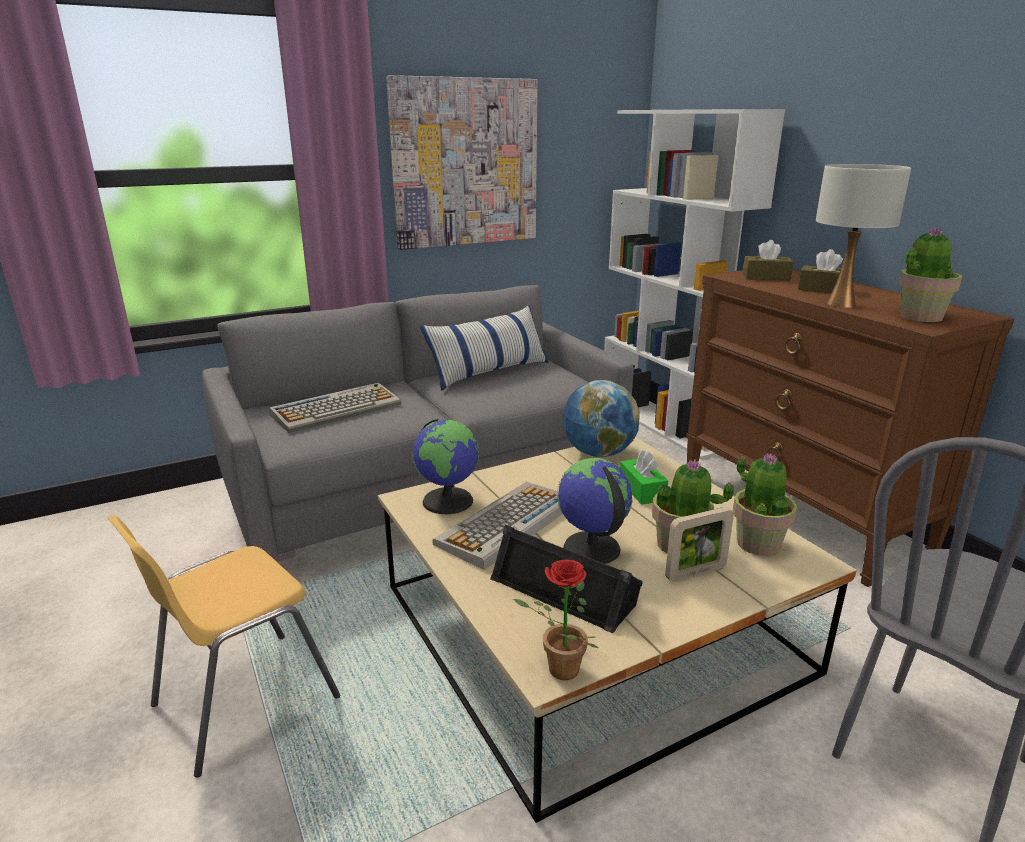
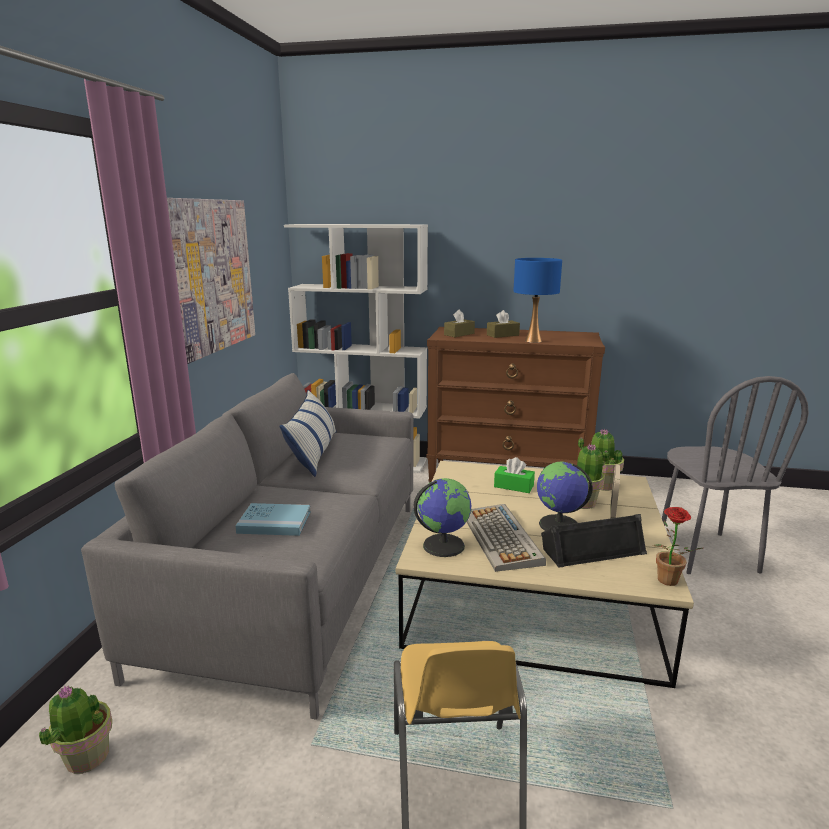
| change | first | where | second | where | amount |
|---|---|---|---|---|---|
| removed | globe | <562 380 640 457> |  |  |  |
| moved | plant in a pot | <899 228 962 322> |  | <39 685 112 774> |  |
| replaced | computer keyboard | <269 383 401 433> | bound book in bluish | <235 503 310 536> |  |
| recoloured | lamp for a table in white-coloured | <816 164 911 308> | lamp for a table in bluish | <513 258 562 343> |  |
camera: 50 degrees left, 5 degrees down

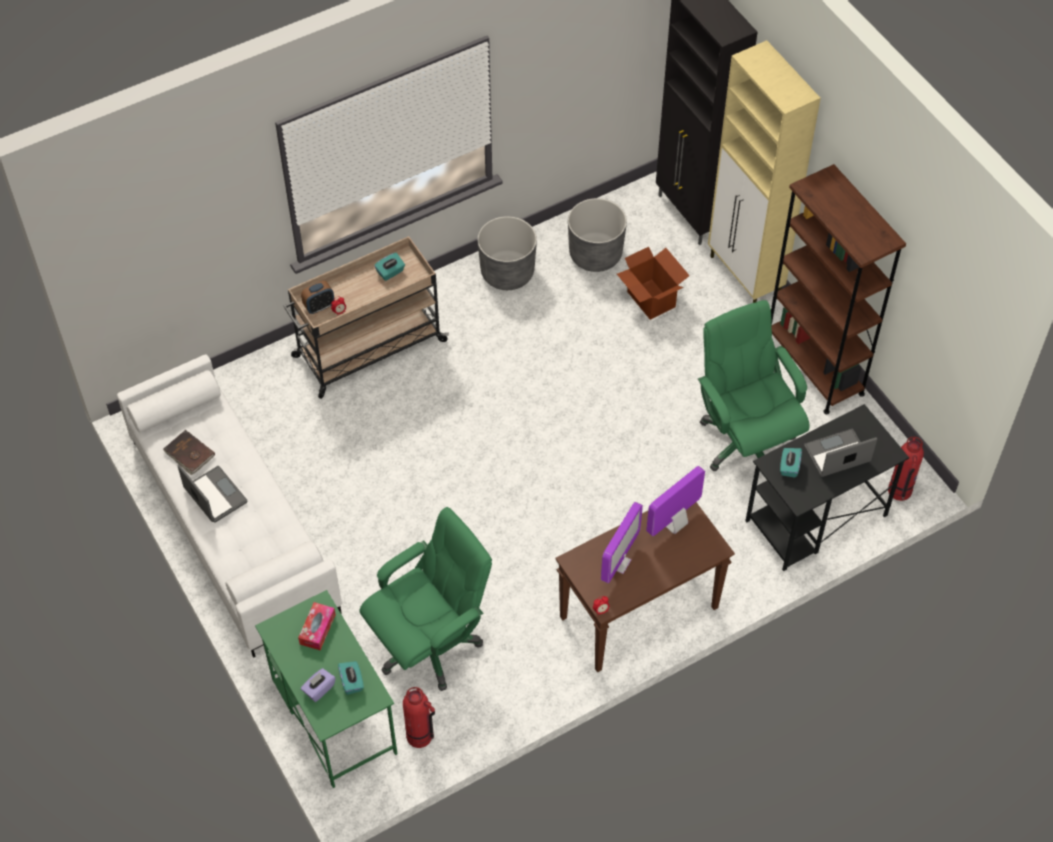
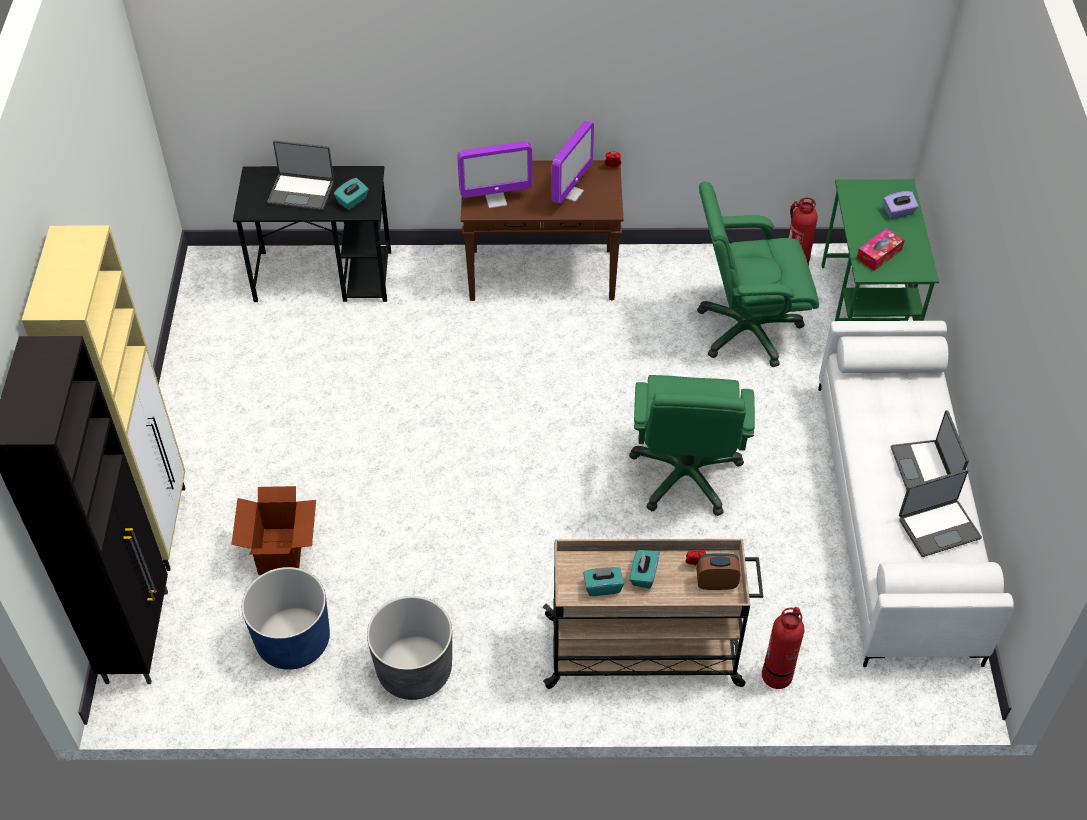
| change | first | where | second | where | amount |
|---|---|---|---|---|---|
| removed | bookcase in brown | <771 164 906 414> |  |  |  |
| moved | box of tissues in turquoise-coloured | <338 661 364 695> |  | <630 550 660 589> |  |
| moved | computer chair in greenish | <698 300 809 471> |  | <629 375 755 516> |  |
| moved | extinguisher | <888 437 924 501> |  | <762 607 804 689> |  |
| replaced | bound book in brown | <163 430 215 475> | notebook computer | <899 469 982 557> |  |
| recoloured | flower pot in grey | <568 198 627 272> | flower pot in bluish | <242 567 330 670> |  |
| turned | monitor | <601 502 643 583> |  | <552 120 594 204> | 150 degrees clockwise |
camera: 150 degrees left, 5 degrees down

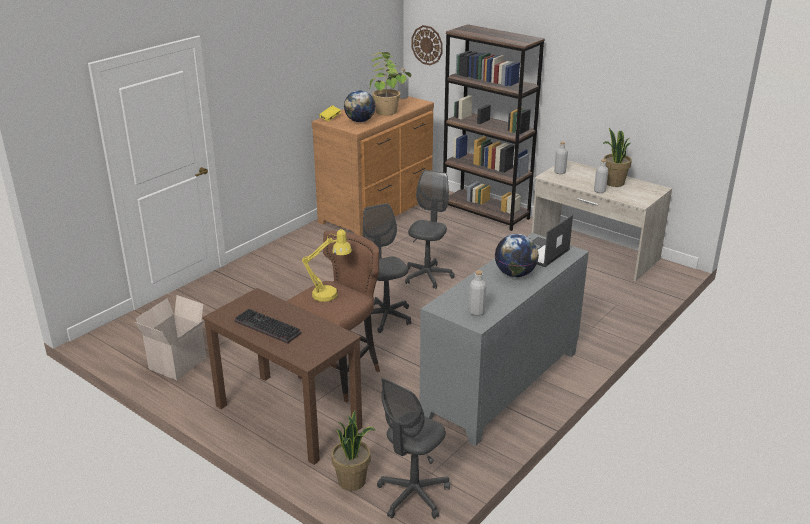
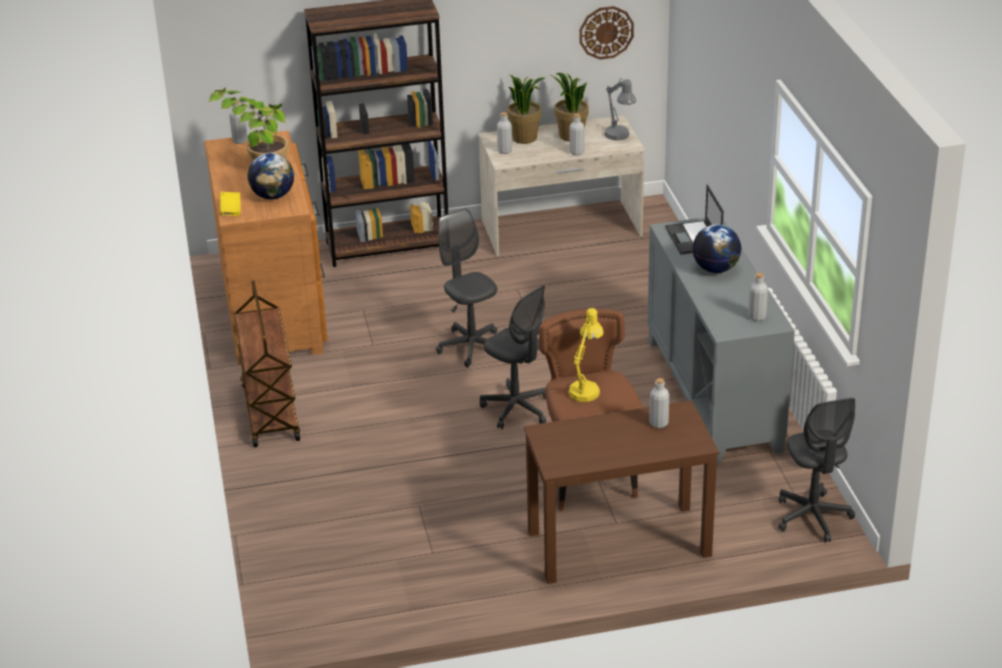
| change | first | where | second | where | amount |
|---|---|---|---|---|---|
| removed | carton | <135 295 206 380> |  |  |  |
| removed | computer keyboard | <234 309 302 344> |  |  |  |
| added |  |  | cart in brown | <234 280 300 447> |  |
| added |  |  | lamp for a table in grey | <604 78 636 140> |  |
| added |  |  | bottle in grey | <649 378 669 428> |  |
| moved | plant in a pot | <331 411 376 491> |  | <507 74 545 144> |  |
| moved | clock on the wall | <411 25 443 65> |  | <580 6 634 60> |  |
| turned | computer chair in grey | <363 203 411 333> |  | <480 285 546 429> | 150 degrees counterclockwise |
camera: 50 degrees left, 5 degrees up

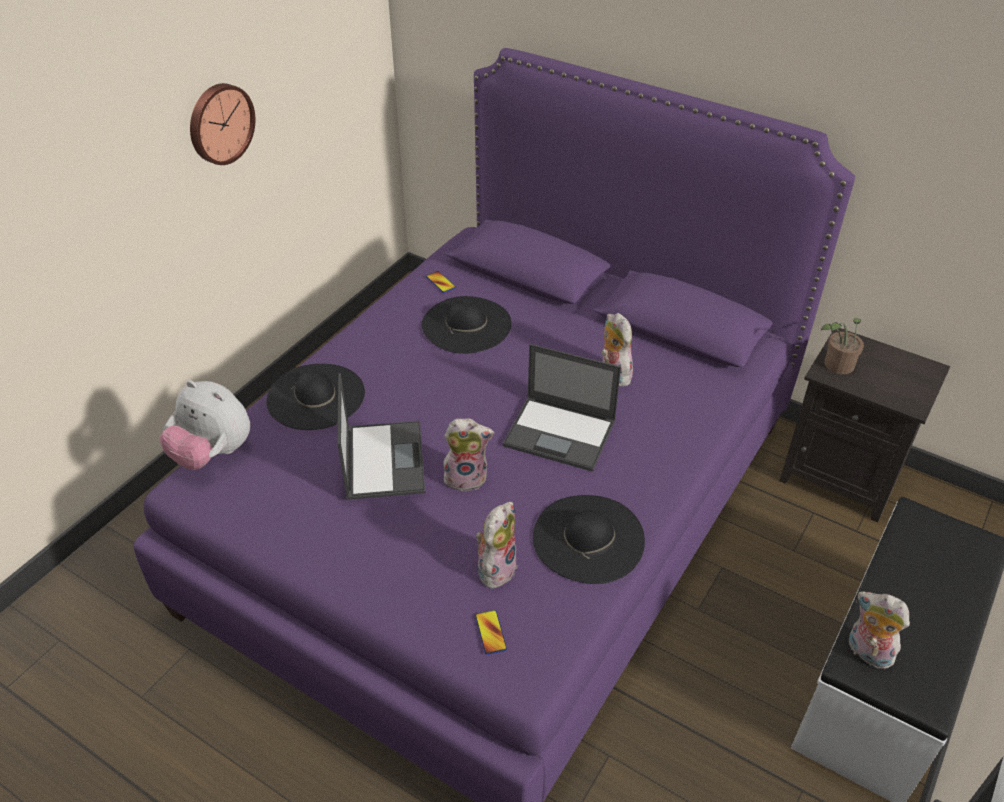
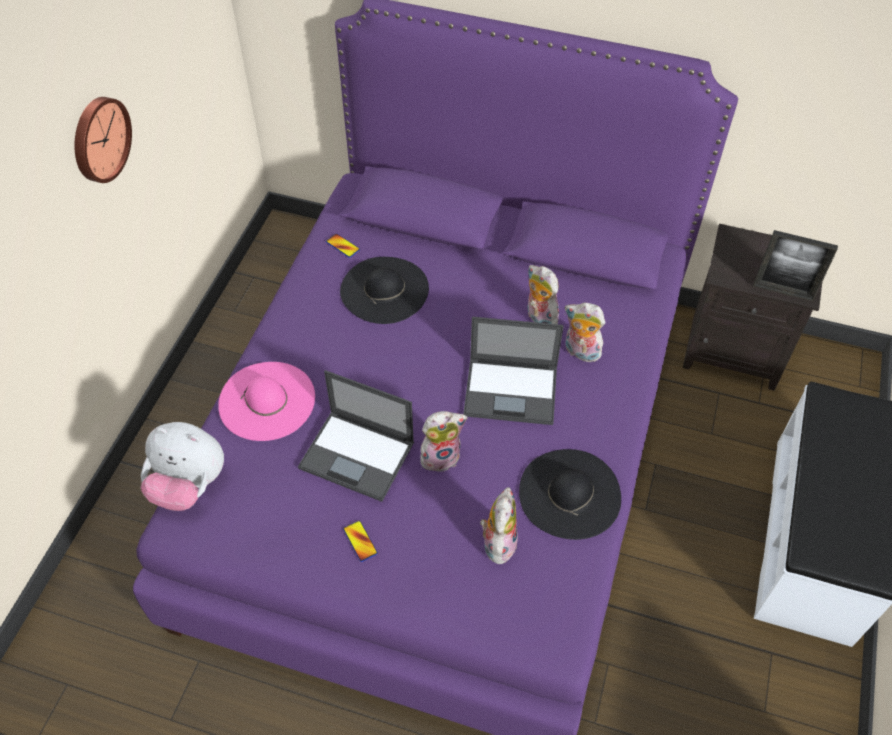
| change | first | where | second | where | amount |
|---|---|---|---|---|---|
| removed | plant in a pot | <821 318 864 374> |  |  |  |
| added |  |  | picture frame | <753 230 838 301> |  |
| moved | handset | <475 610 507 655> |  | <343 521 378 562> |  |
| moved | cuddly toy | <849 592 910 669> |  | <565 302 605 362> |  |
| recoloured | clothing hat in blackish | <266 364 365 430> | clothing hat in pink | <218 362 315 441> |  |
| turned | notebook computer | <337 373 425 500> |  | <298 370 414 502> | 135 degrees clockwise |
camera: 15 degrees left, 10 degrees up

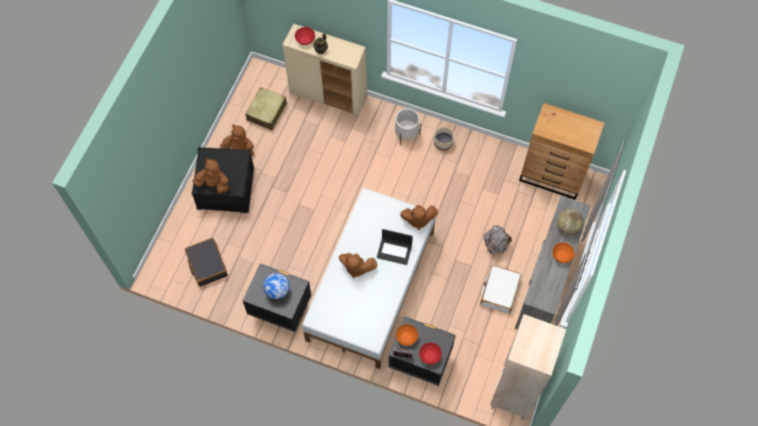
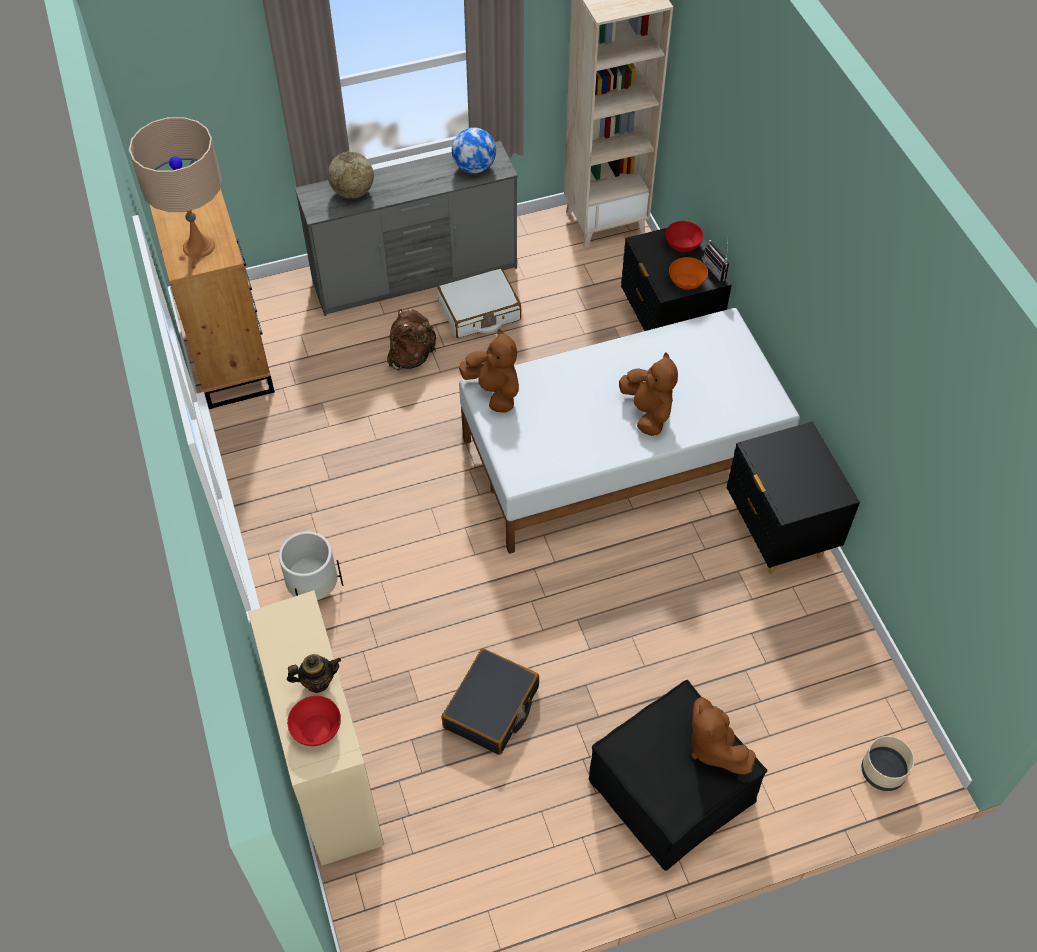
| change | first | where | second | where | amount |
|---|---|---|---|---|---|
| removed | cuddly toy in brown | <220 125 254 157> |  |  |  |
| removed | suitcase in beige-coloured | <245 87 287 130> |  |  |  |
| removed | notebook computer | <377 229 413 265> |  |  |  |
| removed | deep dish in orange | <552 243 575 263> |  |  |  |
| added |  |  | lamp for a table in beige-coloured | <129 117 222 258> |  |
| moved | suitcase in blackish | <185 238 228 287> |  | <441 648 539 755> |  |
| moved | globe | <263 273 289 299> |  | <452 127 496 173> |  |
| moved | flower pot in beige-coloured | <434 127 454 150> |  | <862 736 914 791> |  |
| recoloured | rucksack in grey | <484 225 512 255> | rucksack in brown | <387 309 436 371> |  |
camera: 130 degrees left, 10 degrees down

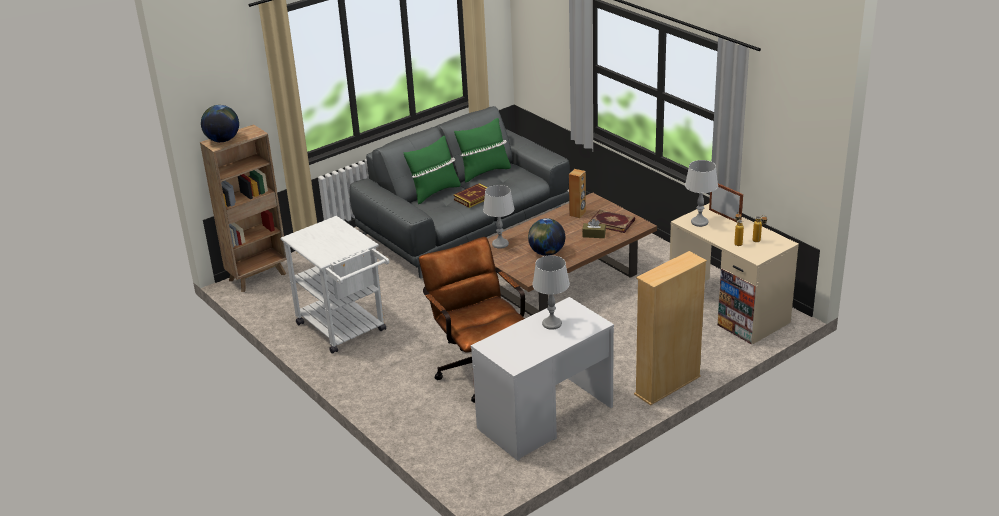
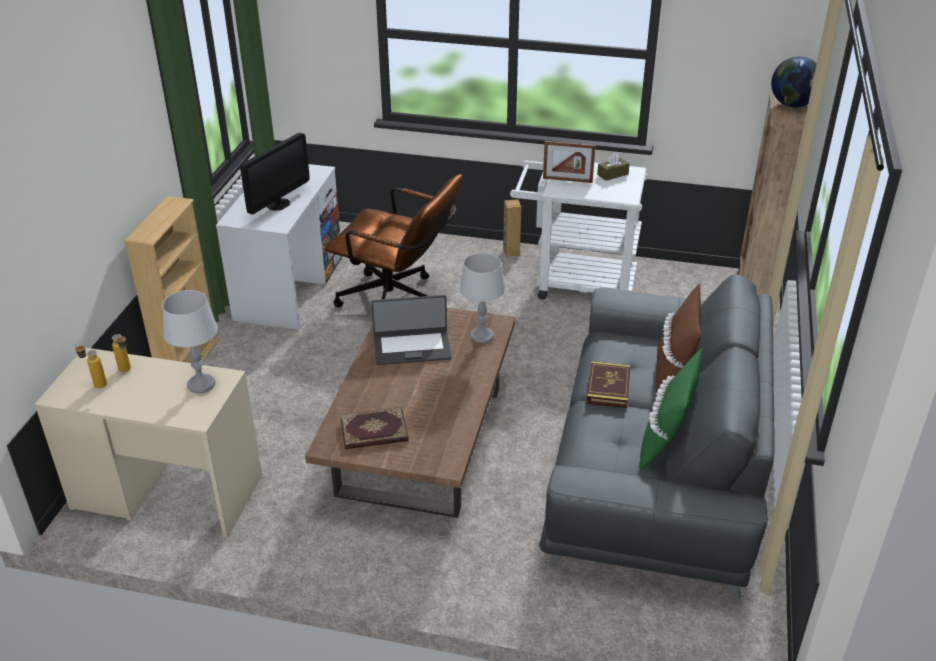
| change | first | where | second | where | amount |
|---|---|---|---|---|---|
| moved | audio speaker in brown | <569 169 586 218> |  | <503 199 521 257> |  |
| moved | box of tissues in brown | <582 219 606 238> |  | <597 152 630 181> |  |
| moved | picture frame | <709 183 743 222> |  | <543 141 595 183> |  |
| replaced | globe | <528 218 565 256> | notebook computer | <371 295 452 365> |  |
| replaced | lamp for a table in grey | <532 255 570 330> | monitor | <240 133 310 214> |  |
| recoloured | pillow in greenish | <404 136 461 205> | pillow in brown | <656 284 701 397> |  |
camera: 140 degrees right, 5 degrees up

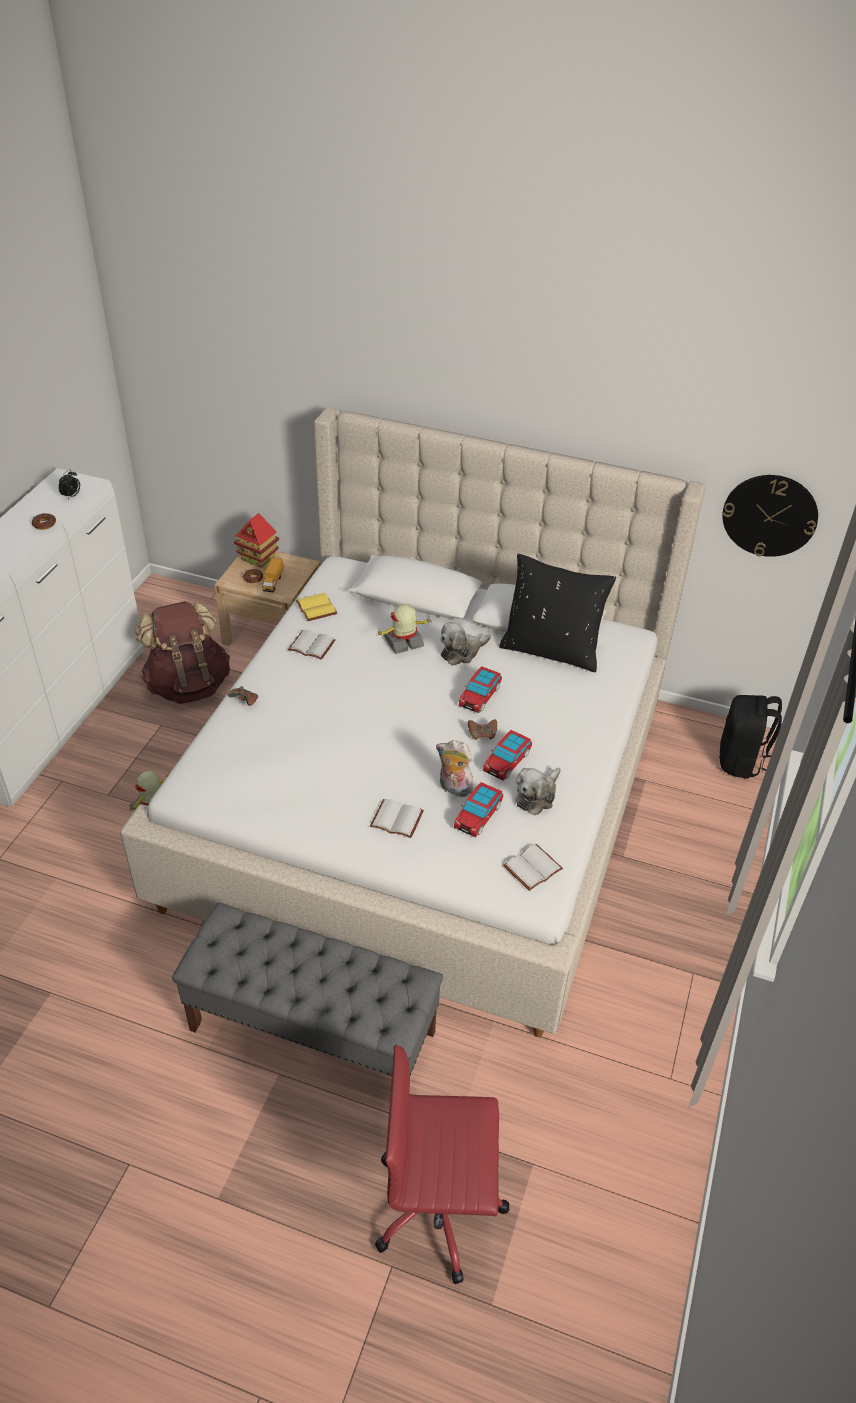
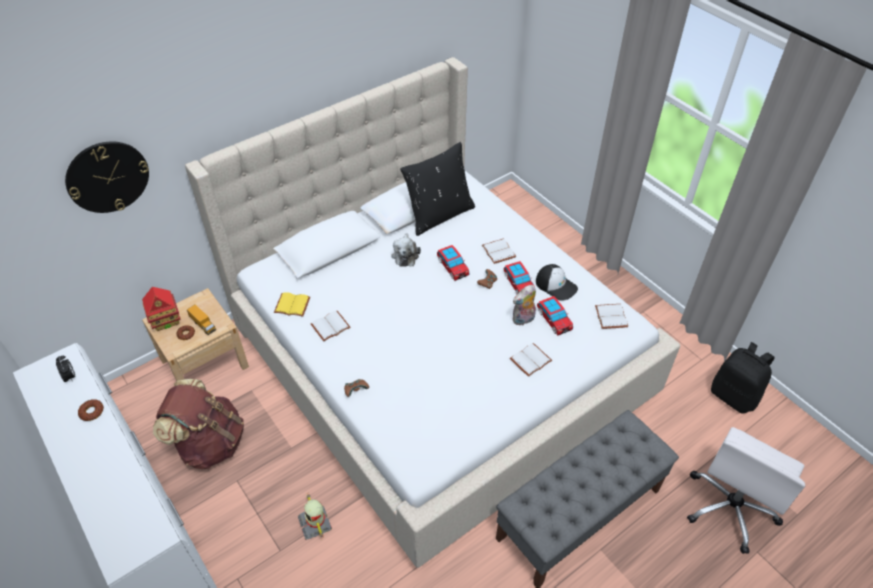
| change | first | where | second | where | amount |
|---|---|---|---|---|---|
| removed | model robot | <376 604 432 654> |  |  |  |
| added |  |  | bound book in white-coloured | <482 239 516 264> |  |
| moved | rucksack in blackish | <719 695 782 779> |  | <711 342 775 413> |  |
| moved | clock on the wall | <722 475 818 557> |  | <65 141 149 213> |  |
| replaced | cuddly toy | <516 768 561 816> | peaked cap | <536 264 578 301> |  |
| recoloured | computer chair in reddish | <375 1045 509 1284> | computer chair in white-coloured | <687 427 805 554> |  |
camera: 55 degrees left, 5 degrees up

